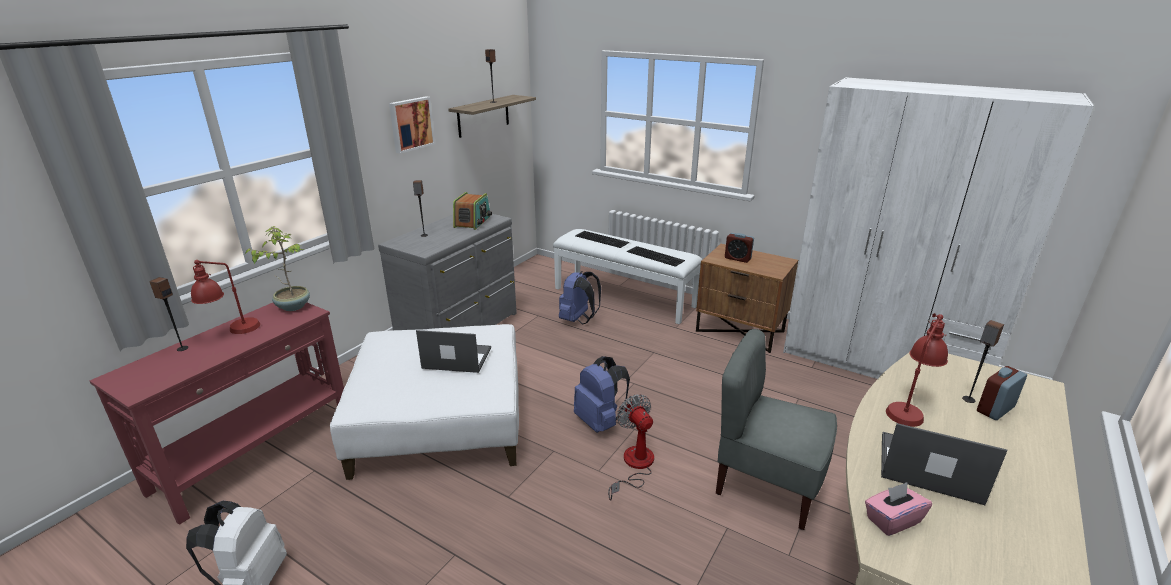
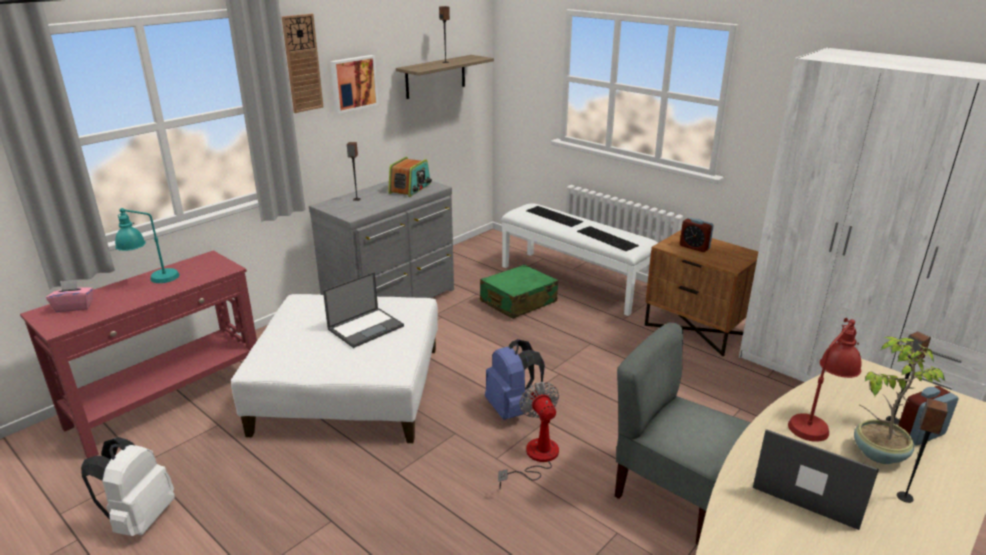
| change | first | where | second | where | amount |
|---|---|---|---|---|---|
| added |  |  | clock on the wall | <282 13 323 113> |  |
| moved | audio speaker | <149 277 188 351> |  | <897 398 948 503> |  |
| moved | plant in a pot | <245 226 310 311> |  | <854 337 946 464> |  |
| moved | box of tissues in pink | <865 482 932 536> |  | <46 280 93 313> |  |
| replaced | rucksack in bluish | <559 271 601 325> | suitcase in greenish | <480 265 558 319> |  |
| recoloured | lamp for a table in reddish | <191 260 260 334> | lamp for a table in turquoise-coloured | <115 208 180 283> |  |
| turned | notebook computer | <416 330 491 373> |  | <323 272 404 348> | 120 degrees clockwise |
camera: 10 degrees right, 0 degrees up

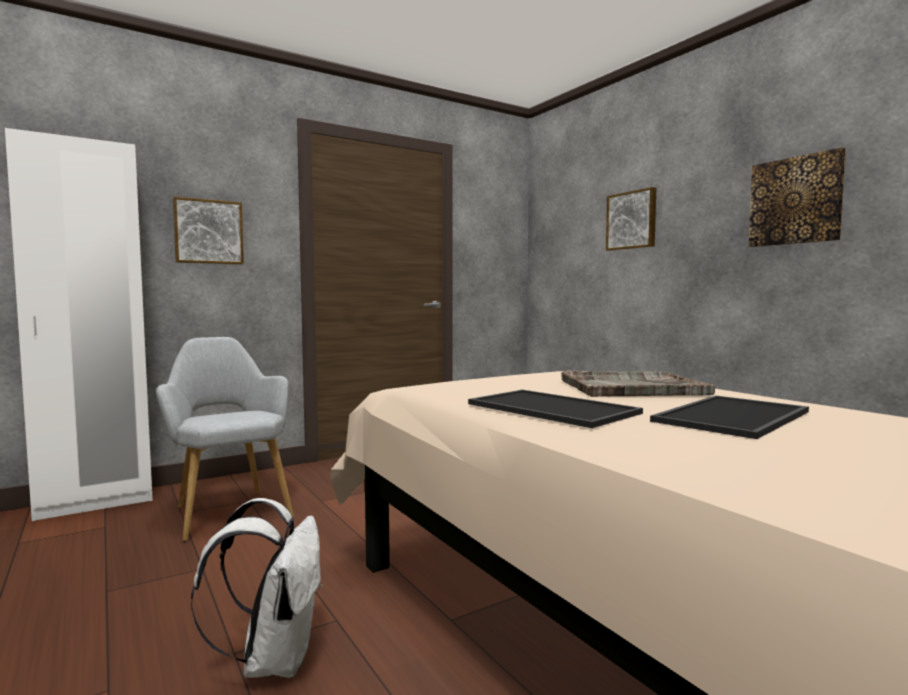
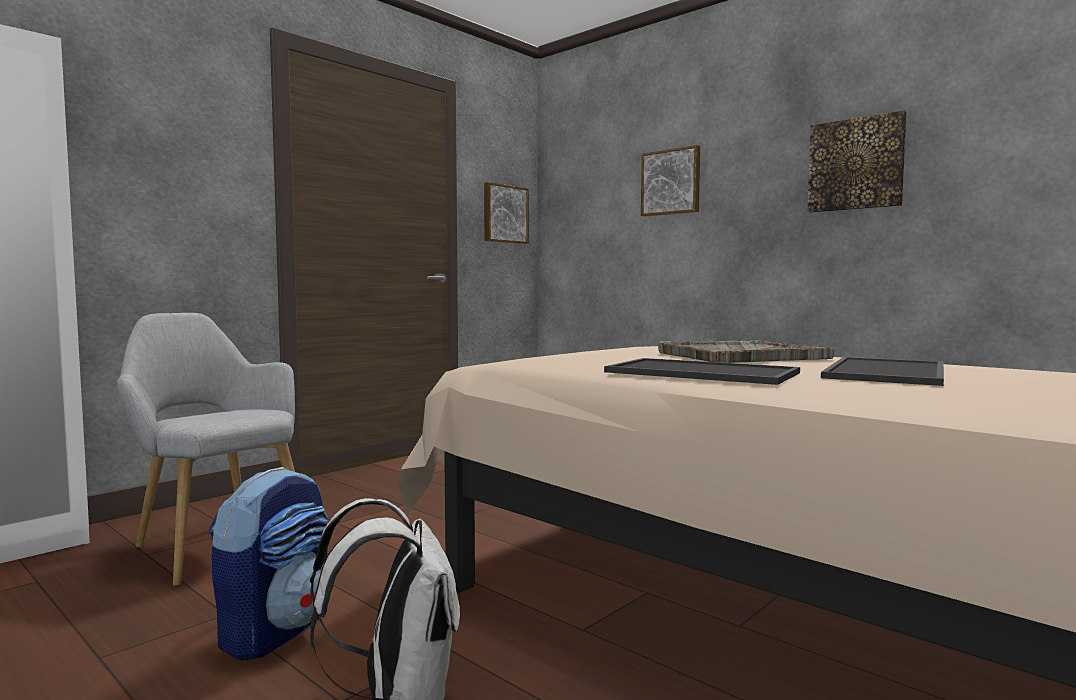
| change | first | where | second | where | amount |
|---|---|---|---|---|---|
| added |  |  | rucksack | <209 467 329 661> |  |
| moved | picture | <173 197 244 265> |  | <484 182 529 244> |  |
camera: 15 degrees left, 0 degrees up

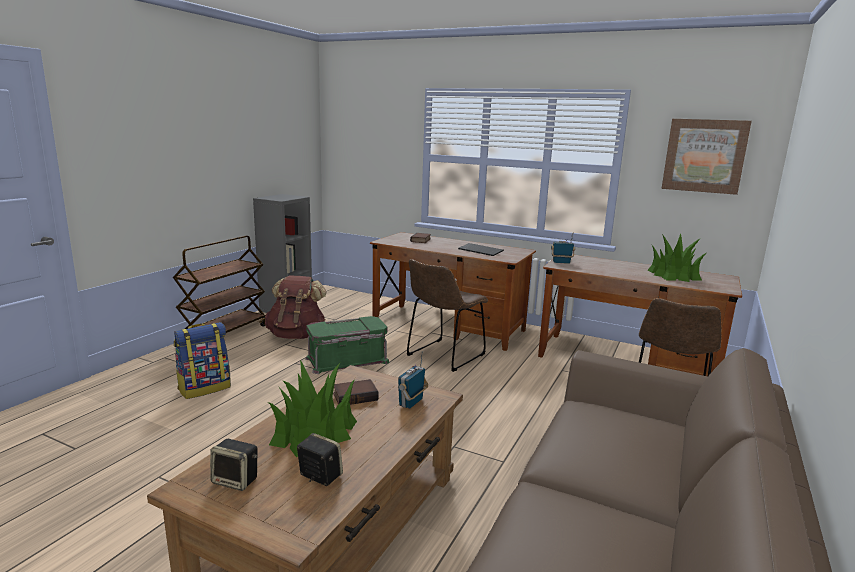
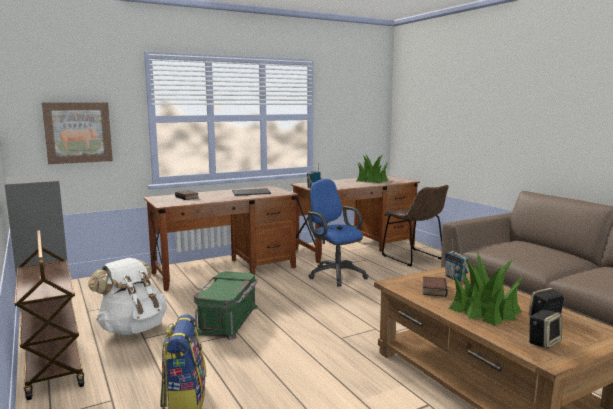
| change | first | where | second | where | amount |
|---|---|---|---|---|---|
| removed | plain chair in brown | <406 259 488 372> |  |  |  |
| added |  |  | computer chair in bluish | <308 179 369 287> |  |
| moved | picture | <661 119 752 195> |  | <42 102 113 164> |  |
| recoloured | rucksack in brown | <265 275 326 339> | rucksack in white-coloured | <88 258 167 335> |  |
camera: 55 degrees left, 5 degrees down

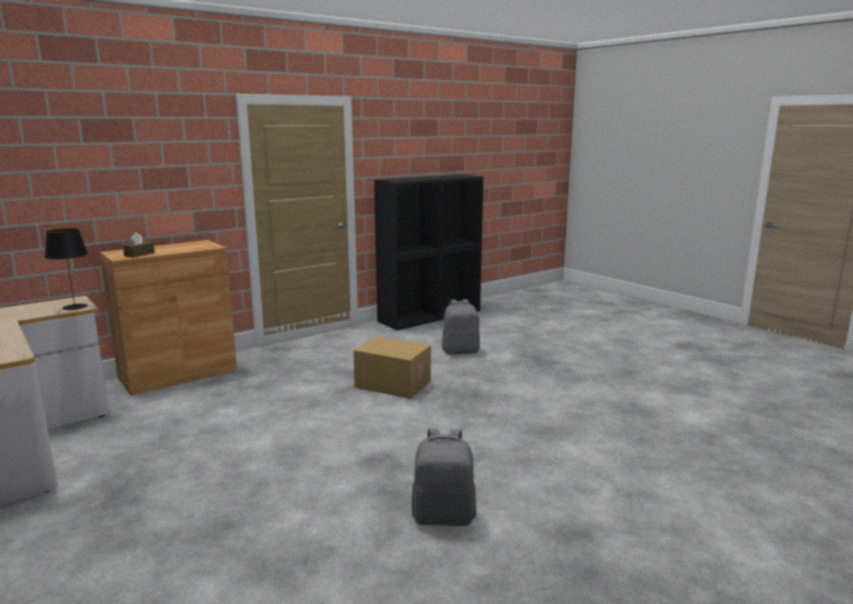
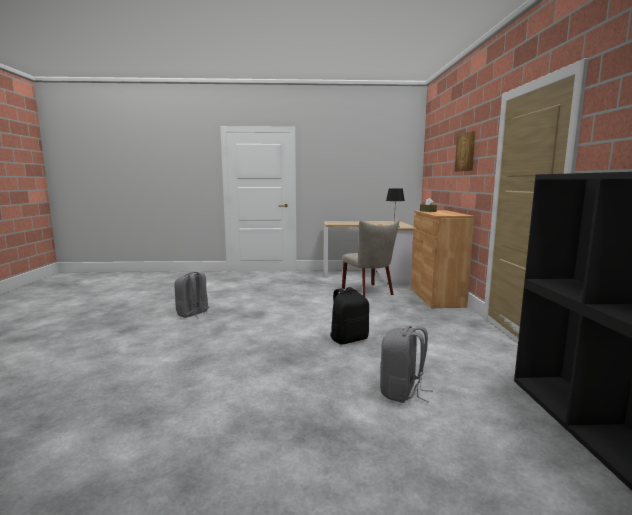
| change | first | where | second | where | amount |
|---|---|---|---|---|---|
| added |  |  | plain chair in beige-coloured | <342 218 399 297> |  |
| added |  |  | picture | <455 131 475 172> |  |
| replaced | carton | <353 337 431 399> | rucksack in blackish | <330 287 369 345> |  |
camera: 125 degrees right, 5 degrees down

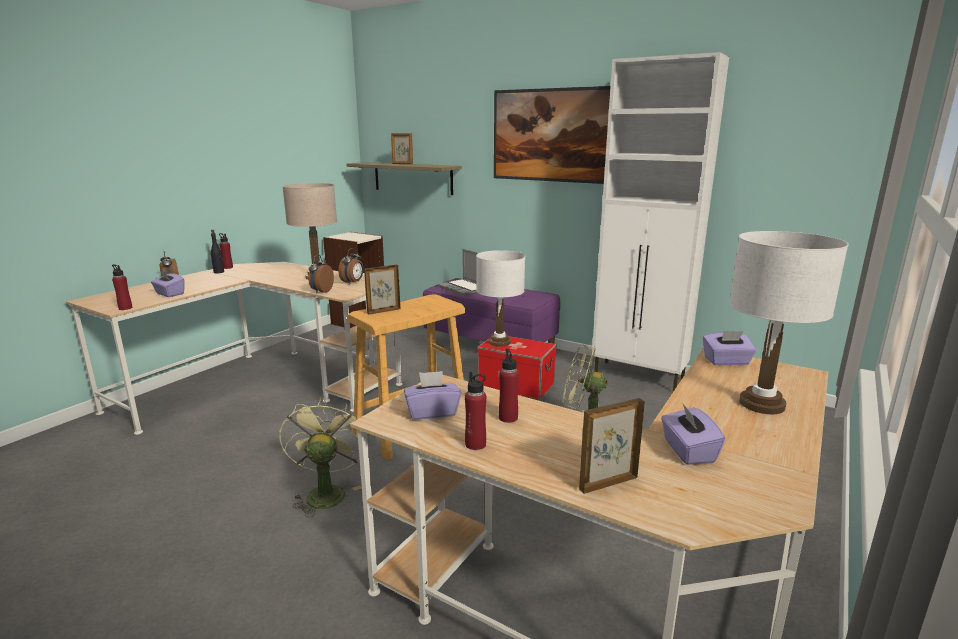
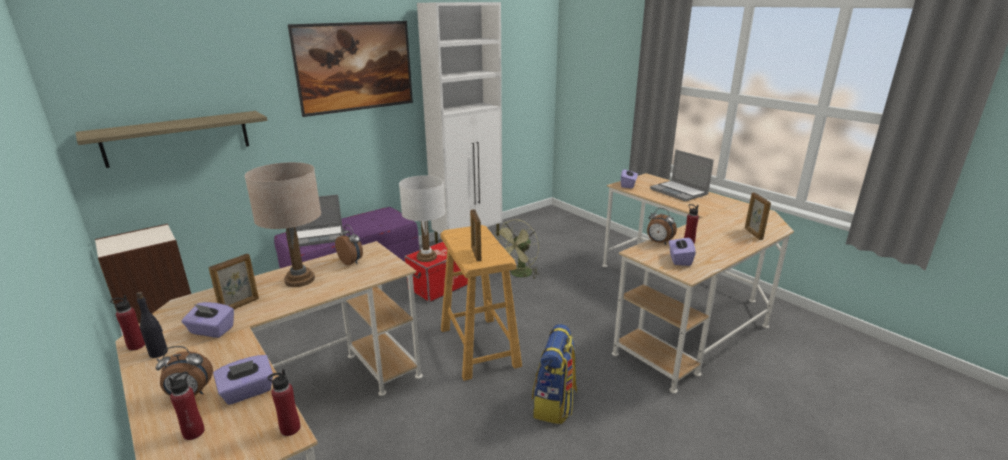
| change | first | where | second | where | amount |
|---|---|---|---|---|---|
| moved | table clock | <308 255 334 294> |  | <647 208 677 245> |  |
| moved | picture frame | <391 133 413 164> |  | <209 254 259 309> |  |
| moved | bottle in reddish | <465 372 486 450> |  | <169 372 205 440> |  |
| moved | box of tissues in purplish | <661 404 725 465> |  | <182 302 234 338> |  |
| replaced | fan in greenish | <279 397 362 517> | rucksack | <532 324 577 424> |  |
| replaced | lamp for a table in white-coloured | <729 231 849 414> | notebook computer | <650 150 714 201> |  |
camera: 70 degrees left, 5 degrees up

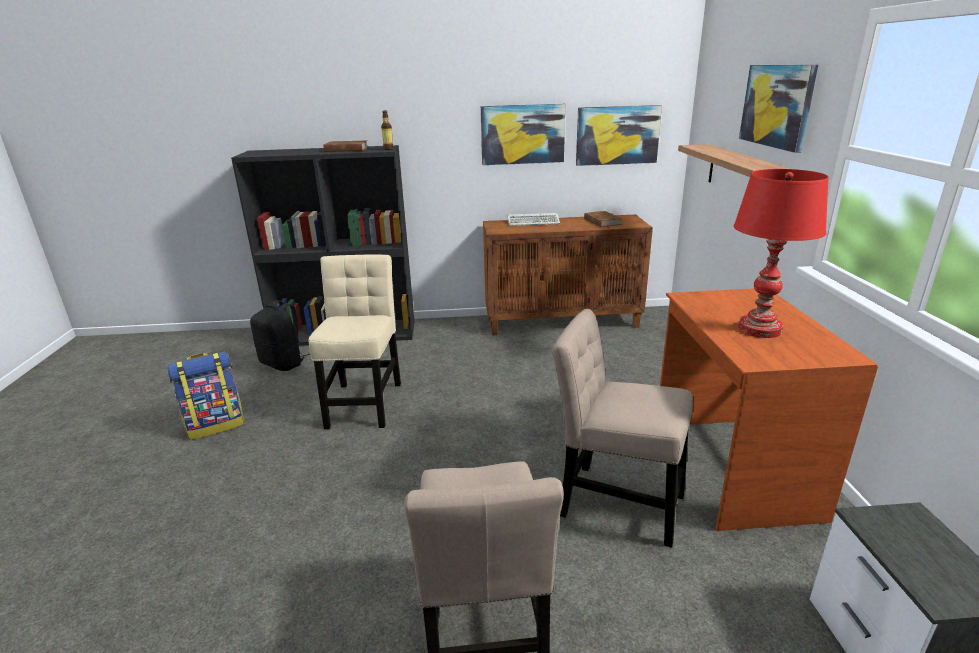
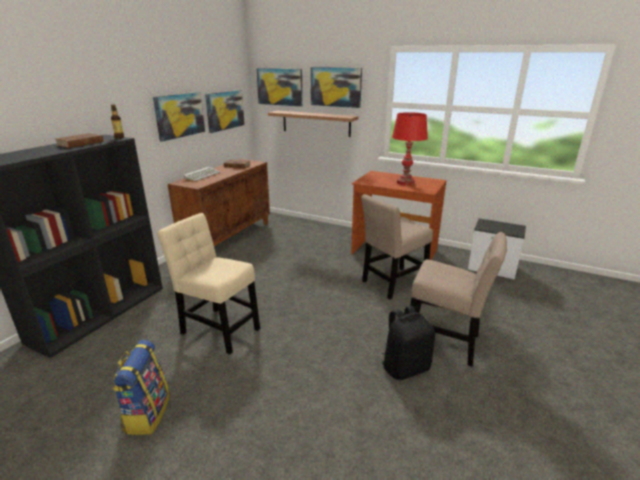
| change | first | where | second | where | amount |
|---|---|---|---|---|---|
| added |  |  | picture | <256 68 303 107> |  |
| moved | rucksack in blackish | <250 300 310 371> |  | <382 306 435 380> |  |
camera: 60 degrees left, 0 degrees up

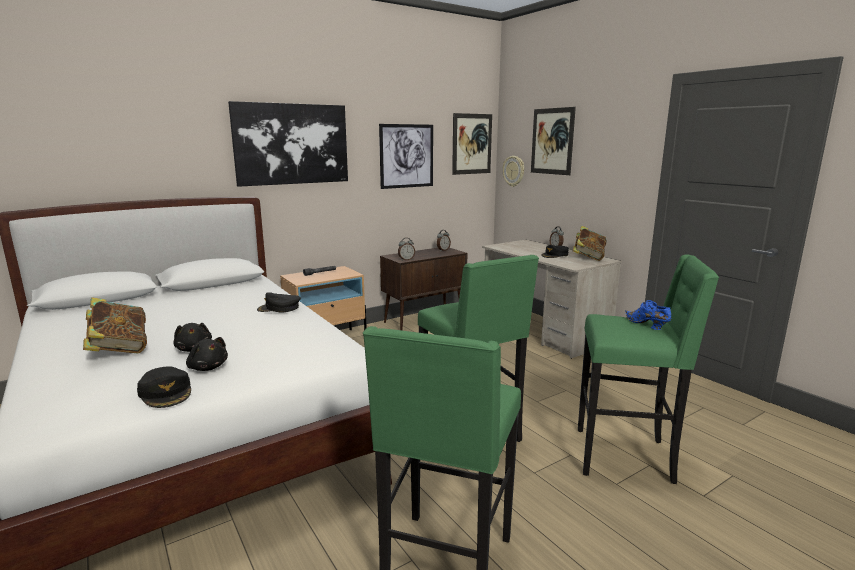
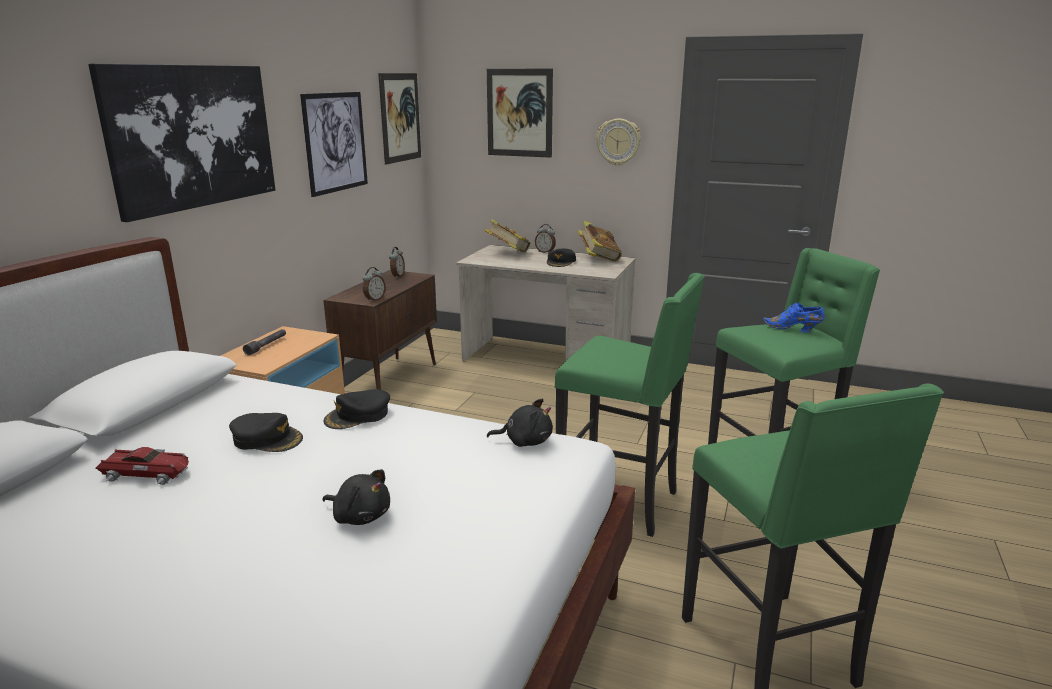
| change | first | where | second | where | amount |
|---|---|---|---|---|---|
| added |  |  | toy car | <96 447 189 485> |  |
| moved | bound book | <83 297 147 354> |  | <484 219 531 253> |  |
| moved | peaked cap in blackish | <137 366 191 408> |  | <229 413 303 452> |  |
| moved | cuddly toy in blackish | <186 337 228 371> |  | <487 399 553 447> |  |
| moved | clock on the wall | <503 156 524 187> |  | <596 119 641 166> |  |
camera: 35 degrees left, 5 degrees up

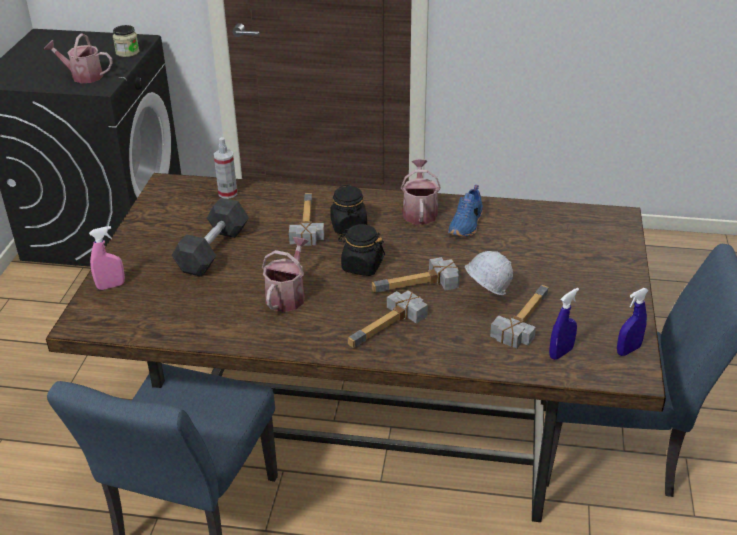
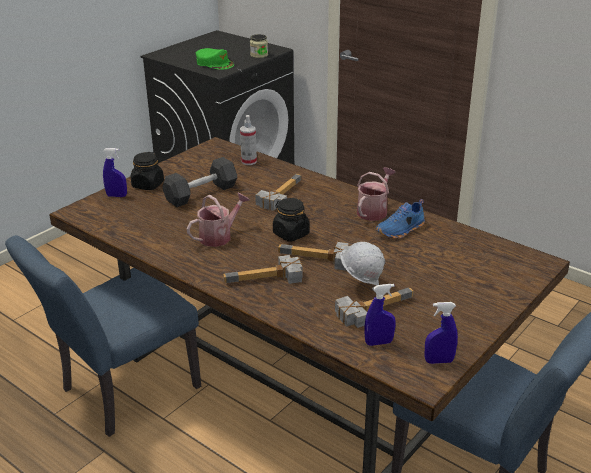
| change | first | where | second | where | amount |
|---|---|---|---|---|---|
| moved | storage jar in blackish | <330 185 367 234> |  | <131 152 164 190> |  |
| replaced | watering pot | <44 33 113 83> | peaked cap in greenish | <196 48 234 70> |  |
| recoloured | sprayer in pink | <89 226 125 290> | sprayer in bluish | <103 148 127 197> |  |
camera: 30 degrees right, 5 degrees down

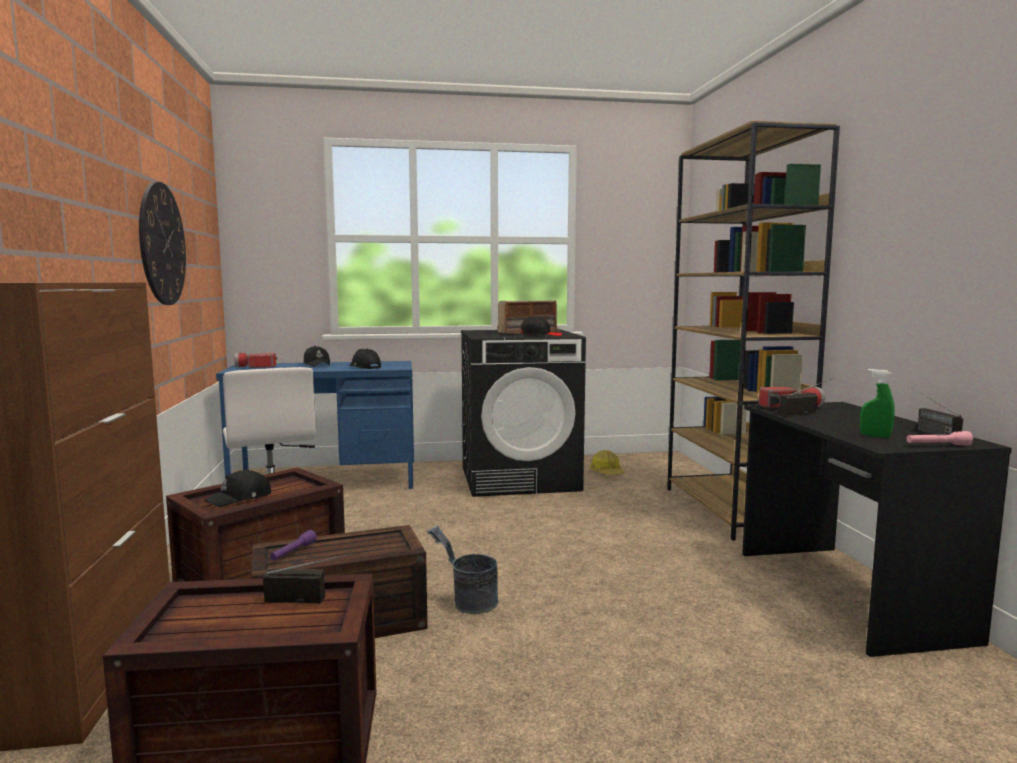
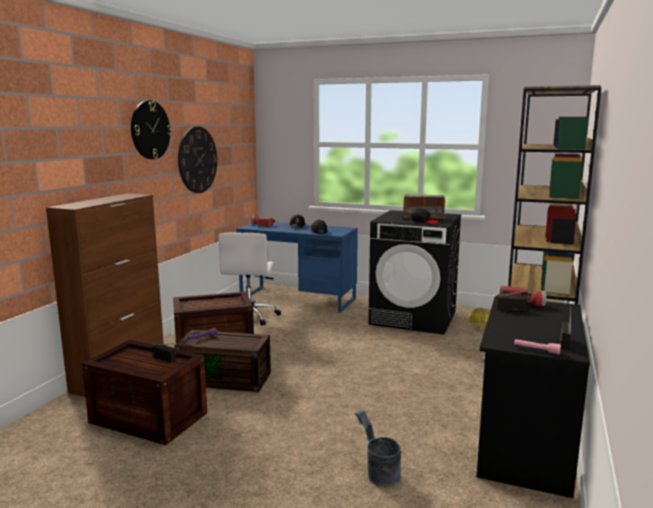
| change | first | where | second | where | amount |
|---|---|---|---|---|---|
| removed | peaked cap in blackish | <205 469 271 507> |  |  |  |
| removed | sprayer in greenish | <860 369 895 438> |  |  |  |
| added |  |  | clock on the wall | <131 100 172 159> |  |
| moved | pail in grey | <426 526 498 614> |  | <355 410 401 487> |  |
camera: 30 degrees right, 5 degrees up

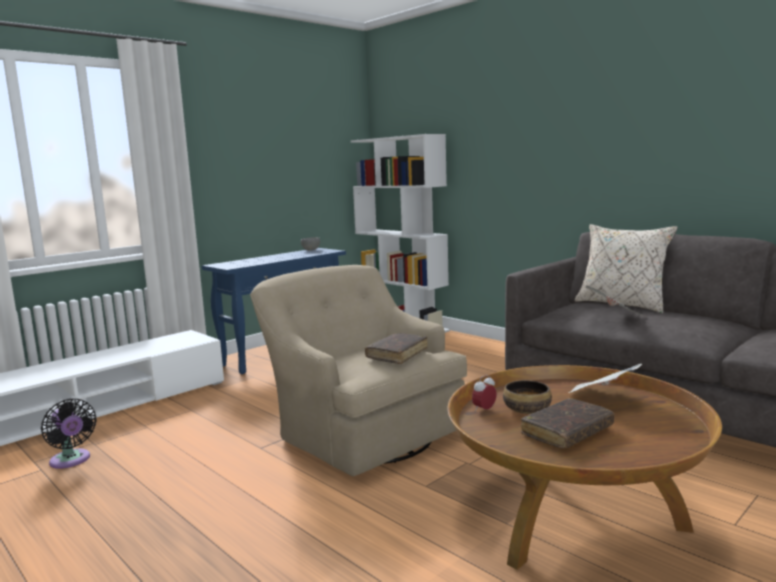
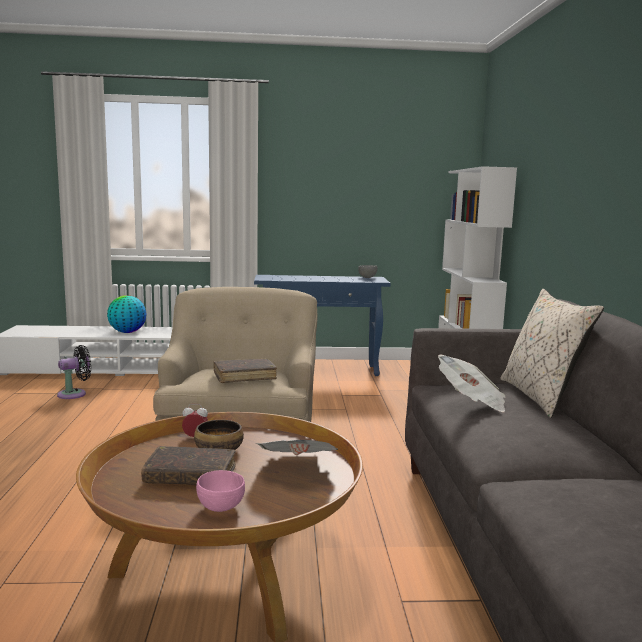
| change | first | where | second | where | amount |
|---|---|---|---|---|---|
| added |  |  | globe | <107 295 147 333> |  |
| added |  |  | deep dish in pink | <196 470 245 512> |  |
| turned | fan in blackish | <41 398 97 469> |  | <57 345 91 399> | 120 degrees counterclockwise |
camera: 40 degrees right, 0 degrees up

